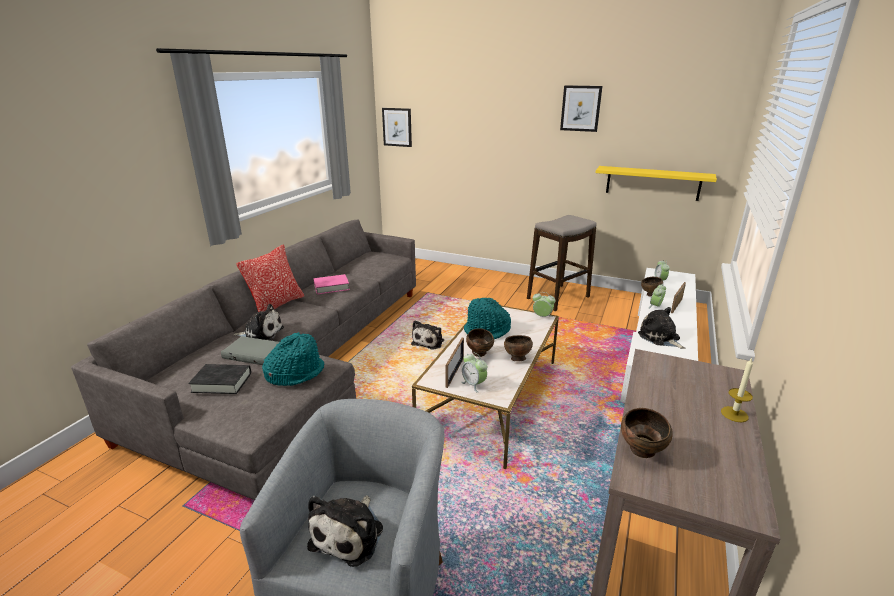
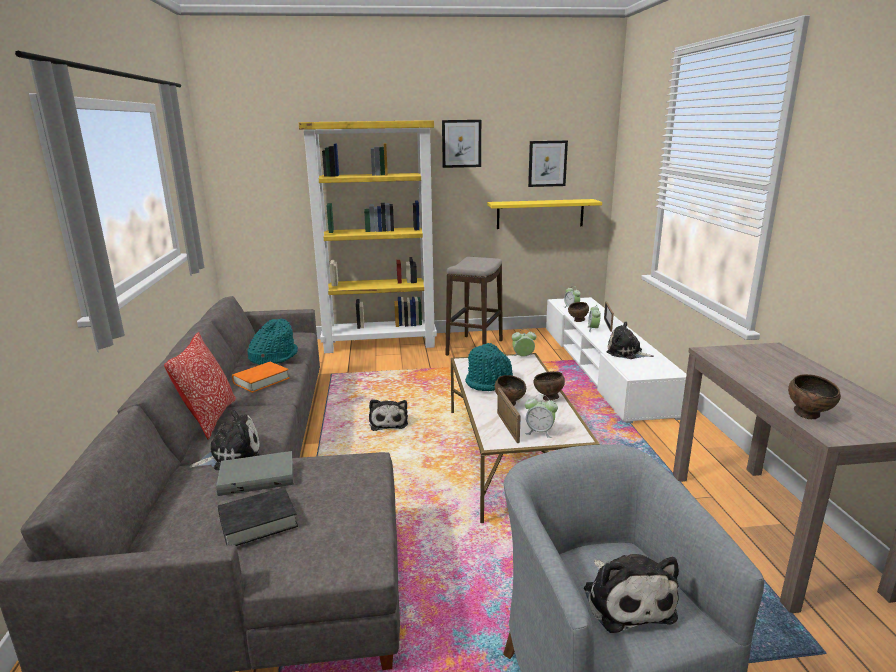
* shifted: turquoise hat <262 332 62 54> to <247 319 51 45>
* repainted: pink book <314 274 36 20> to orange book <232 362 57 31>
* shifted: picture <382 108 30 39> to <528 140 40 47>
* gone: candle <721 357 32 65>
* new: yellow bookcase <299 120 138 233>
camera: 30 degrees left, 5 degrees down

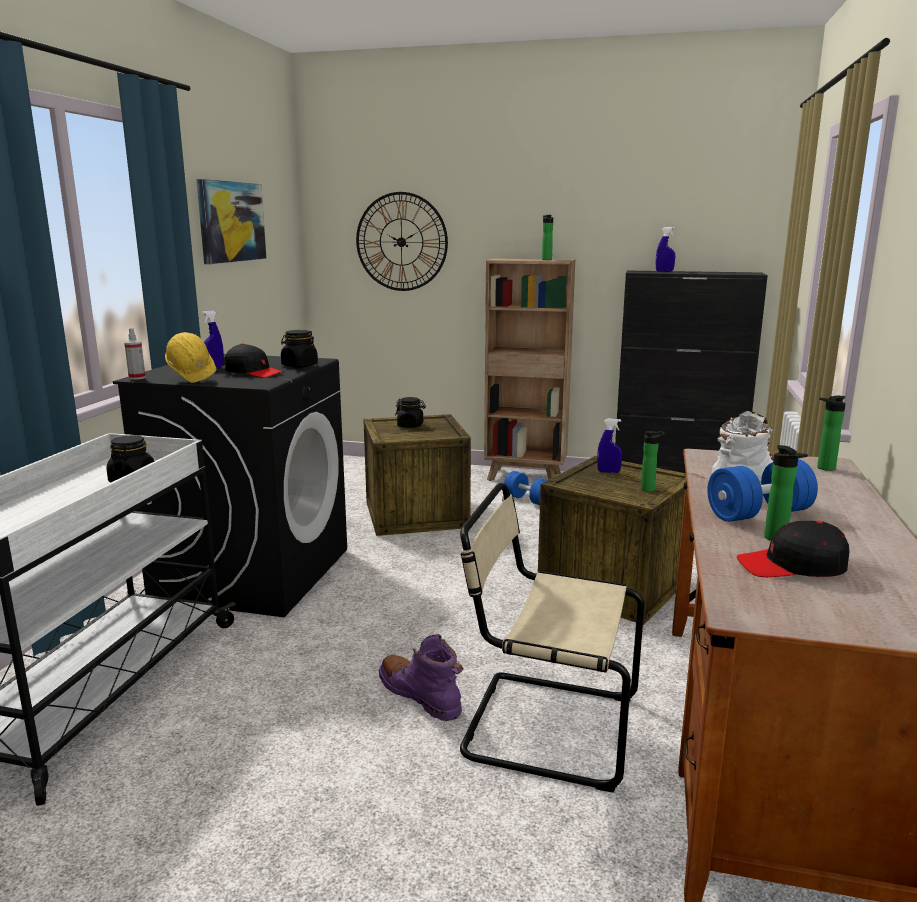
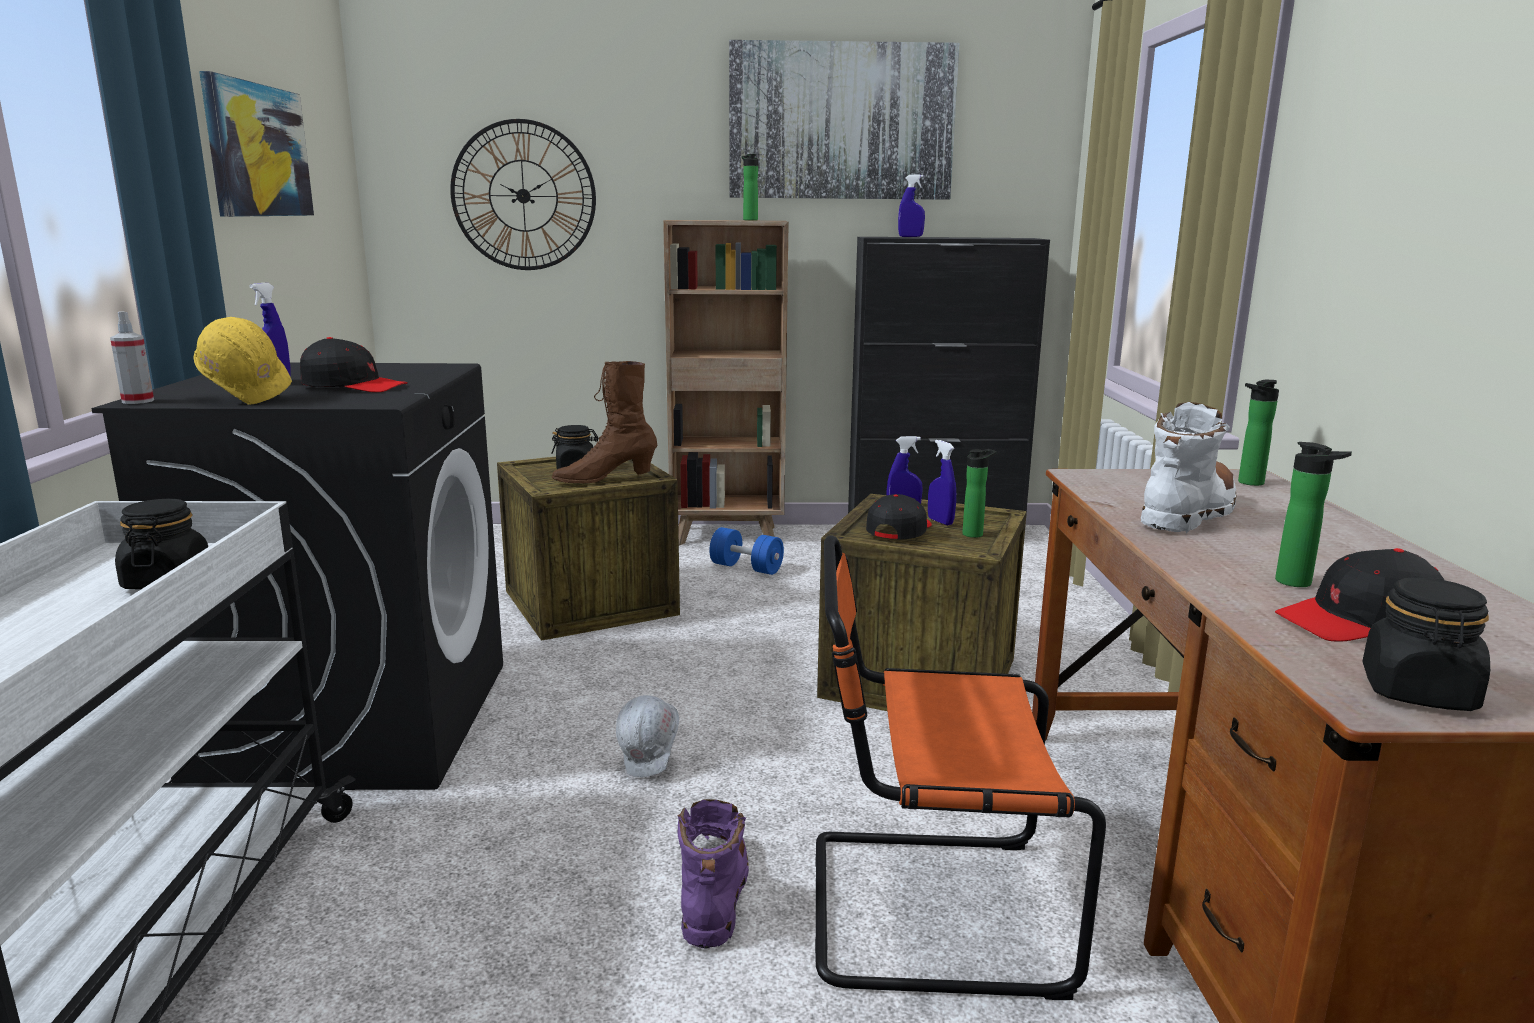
* shifted: black jar <281 330 37 38> to <1363 576 127 135>
* rotated: purple boot <379 634 84 87> = <677 799 72 149> 60 degrees clockwise
* repainted: beige chair <460 483 184 309> to orange chair <815 535 291 465>
* gone: blue dumbbell <707 459 111 63>
* new: brown boot <552 361 105 123>
* new: white hard hat <616 695 63 82>
* new: picture <729 40 230 160>
* new: black cap <866 494 66 45>
* new: blue spray bottle <928 440 28 85>
camera: 15 degrees left, 0 degrees up

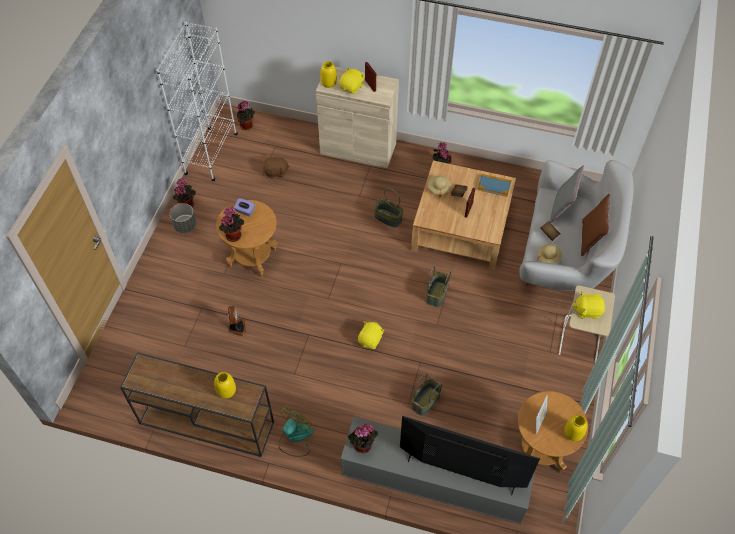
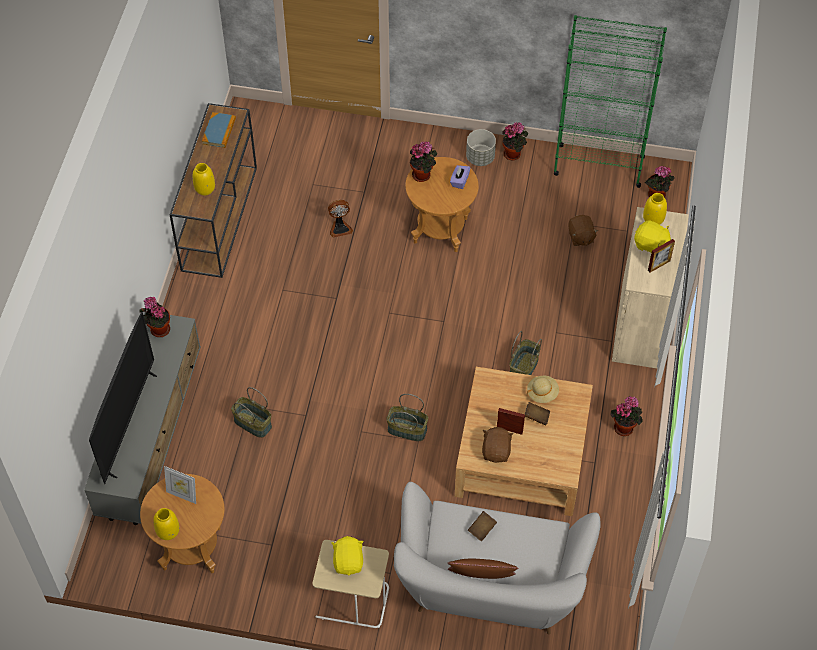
* repainted: white bookcase <156 22 82 159> to green bookcase <554 15 113 173>
* gone: fan <279 405 34 52>
* gone: yellow plush toy <358 321 26 28>
* shifted: book <477 174 35 23> to <202 112 34 36>
* gone: beige hat <537 244 25 20>
* gone: grey pillow <550 166 34 57>
* new: brown plush toy <482 427 32 36>
camera: 85 degrees right, 0 degrees up

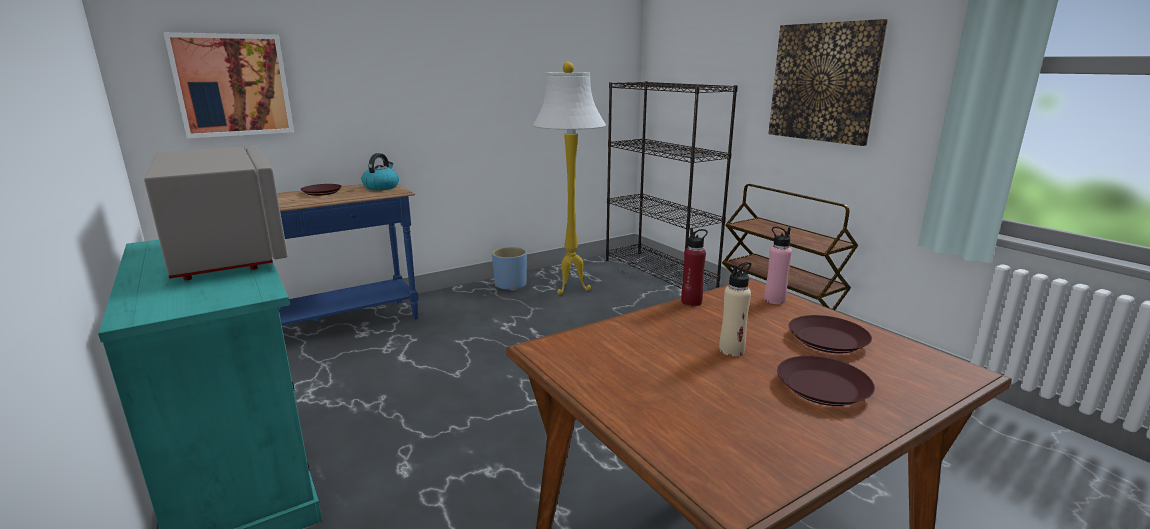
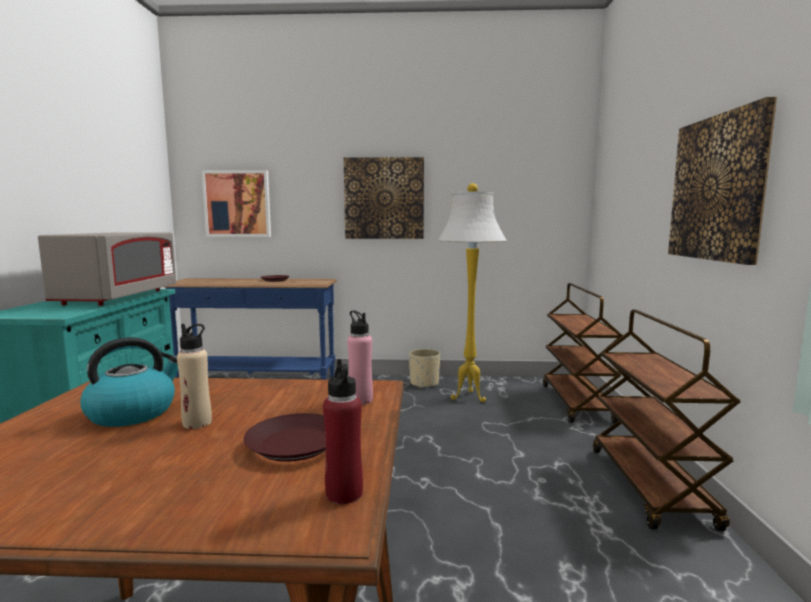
* shifted: kettle <361 153 38 37> to <81 337 97 90>
* repainted: blue planter <492 247 35 44> to beige planter <409 349 31 39>
* swapped: black bookcase <606 81 132 208> to brown cart <543 283 80 140>
* shifted: red bottle <681 228 27 78> to <323 359 40 145>
* gone: brown plate <777 356 98 50>
* new: picture <344 157 80 82>
camera: 35 degrees right, 10 degrees down

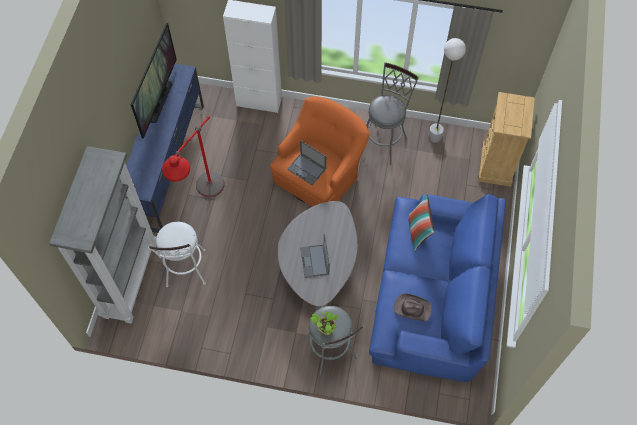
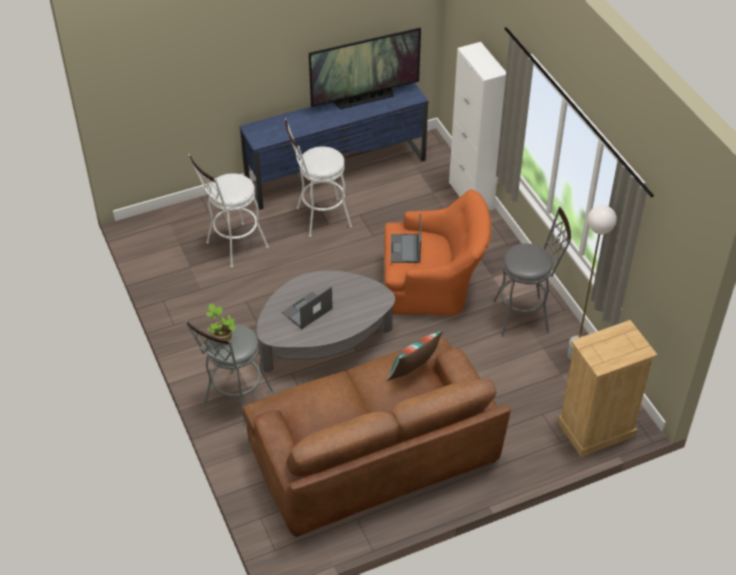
* gone: grey bookcase <49 146 107 177>
* swapped: red floor lamp <162 116 63 81> to white stool <285 119 67 118>
* repainted: blue sofa <369 194 137 188> to brown sofa <243 338 268 199>
* gone: brown hat <394 293 38 29>
camera: 55 degrees right, 15 degrees down

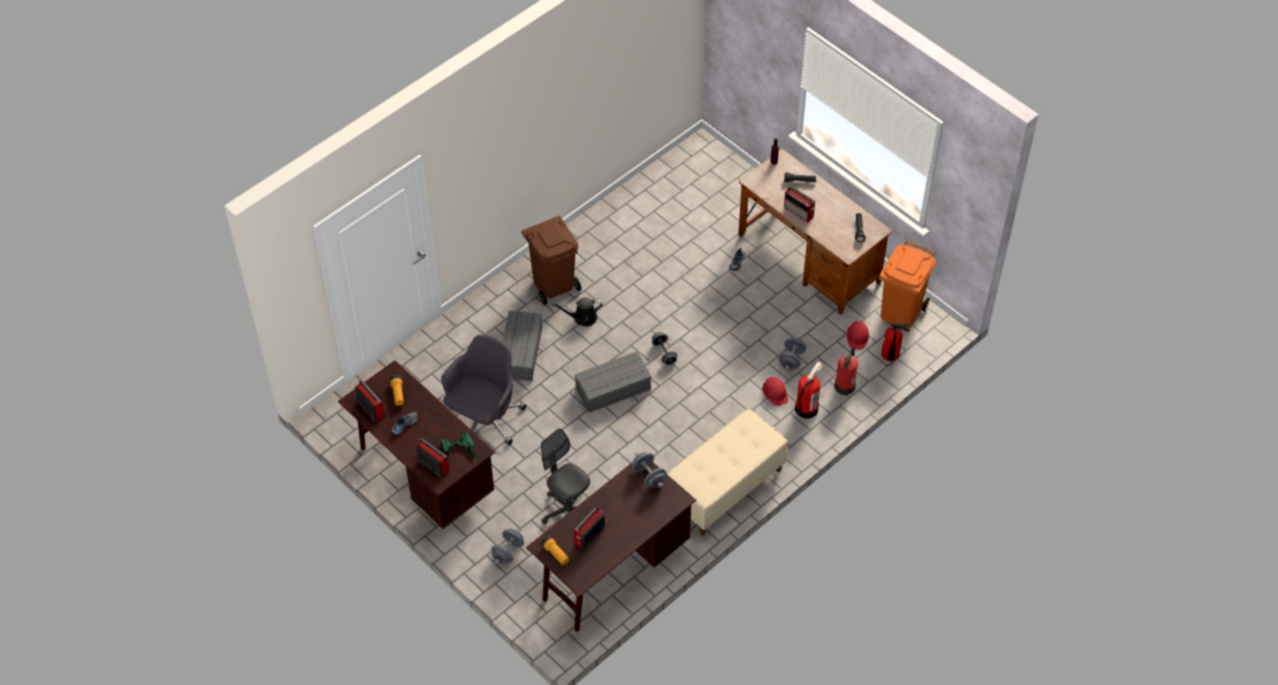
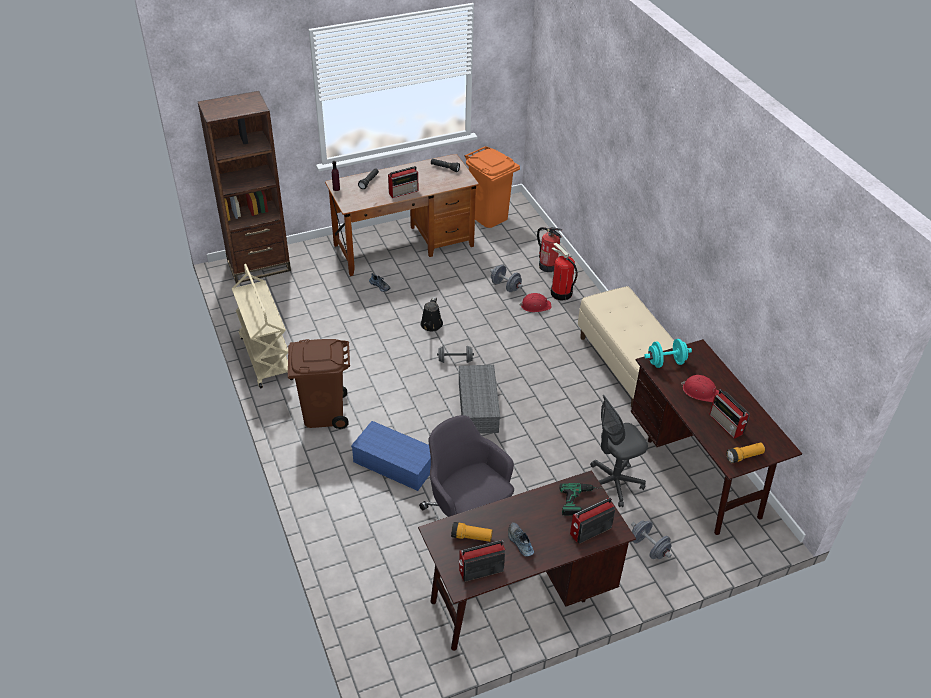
* repainted: grey storage box <502 311 41 70> to blue storage box <351 421 80 70>
* shifted: black watering can <552 298 51 28> to <421 297 22 34>
* repainted: grey dumbbell <632 452 34 36> to turquoise dumbbell <644 339 48 29>
* shifted: red hard hat <847 320 22 30> to <681 375 38 27>
* gone: fire extinguisher <881 322 30 39>
* new: brown bookcase <197 91 94 192>
* new: beige cart <232 264 61 124>
camera: 70 degrees left, 10 degrees down

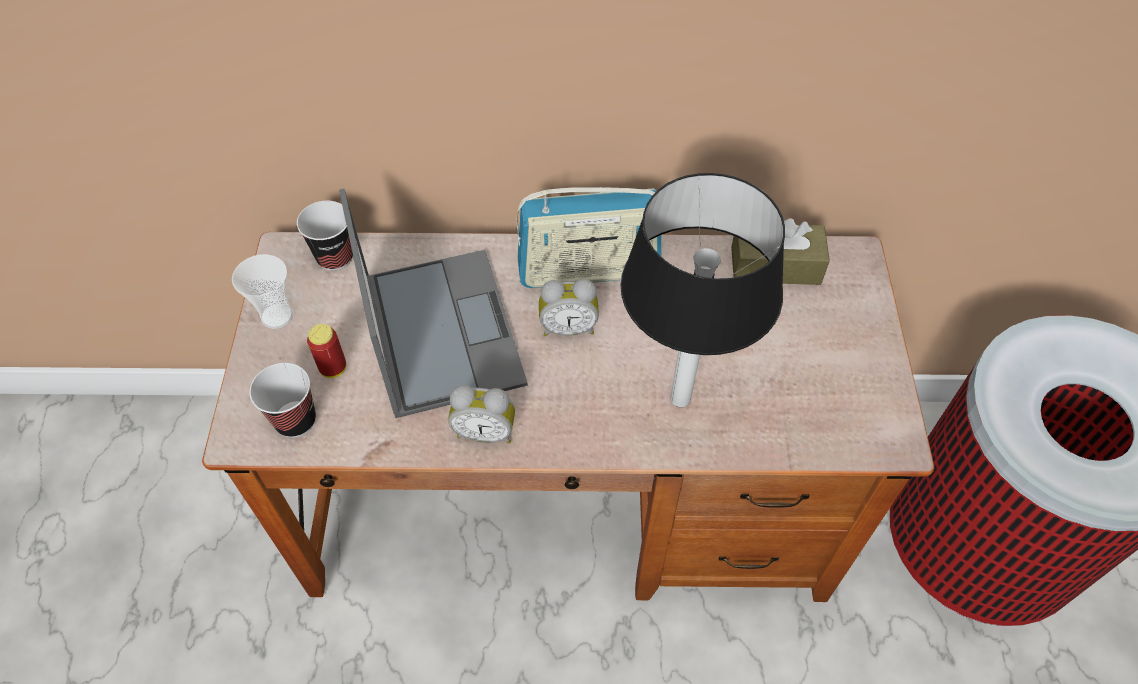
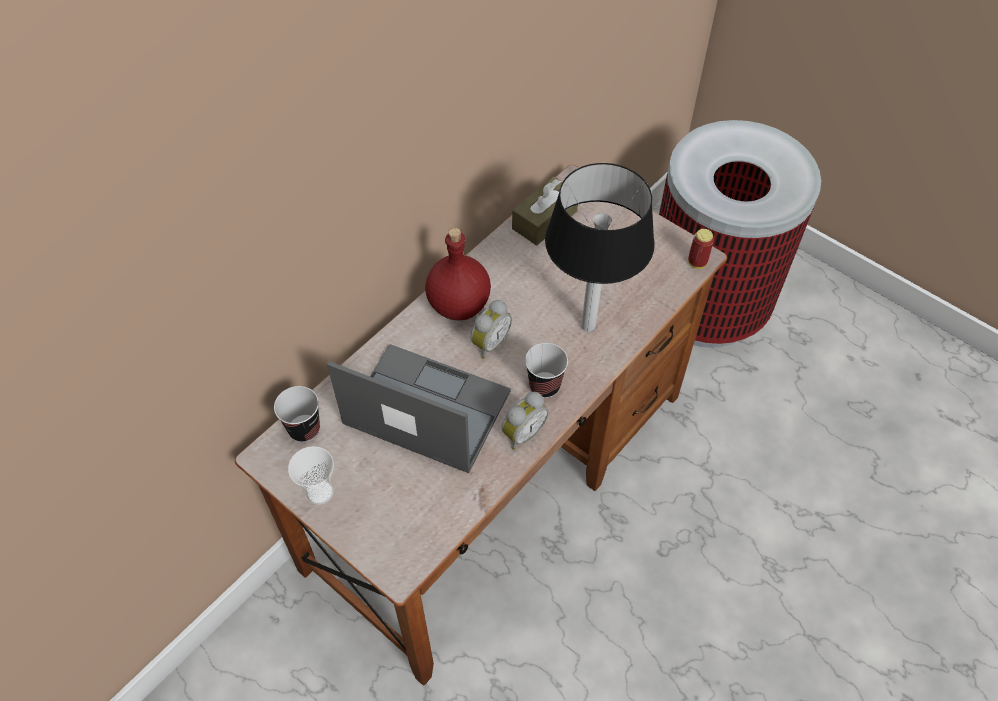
* shifted: cup <249 363 67 75> to <525 343 43 55>
* shifted: can <307 324 39 54> to <688 229 26 40>
* swapped: radio <516 187 145 101> to red bottle <425 228 66 93>
camera: 50 degrees left, 0 degrees up

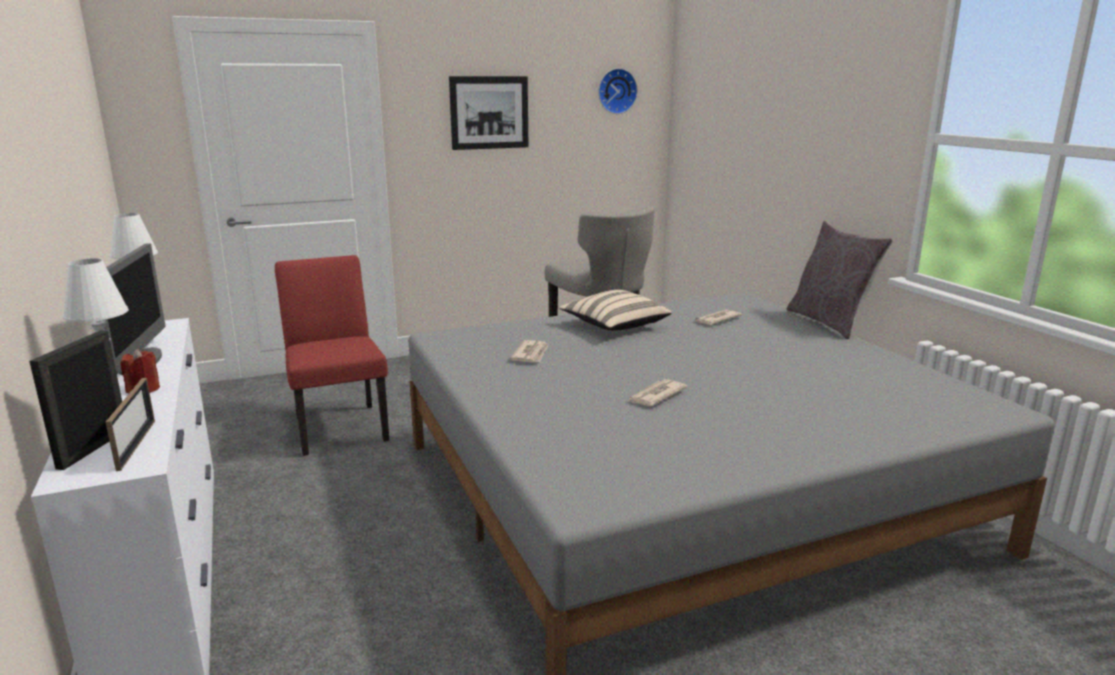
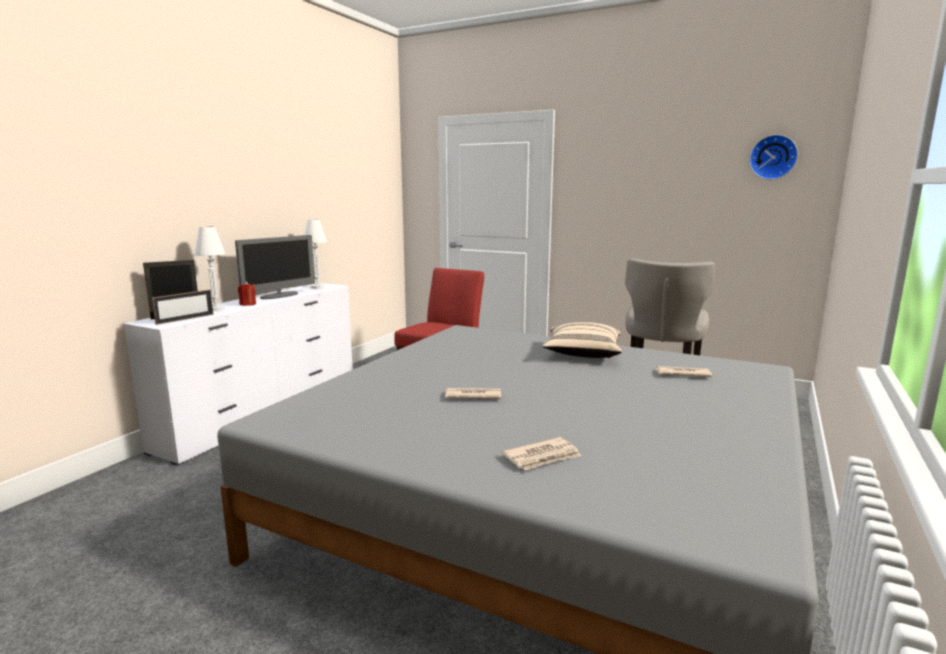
* gone: picture <449 76 79 74>
* shifted: newspaper <510 340 38 23> to <502 437 79 33>
* gone: grey pillow <787 221 106 118>
camera: 50 degrees right, 5 degrees down

